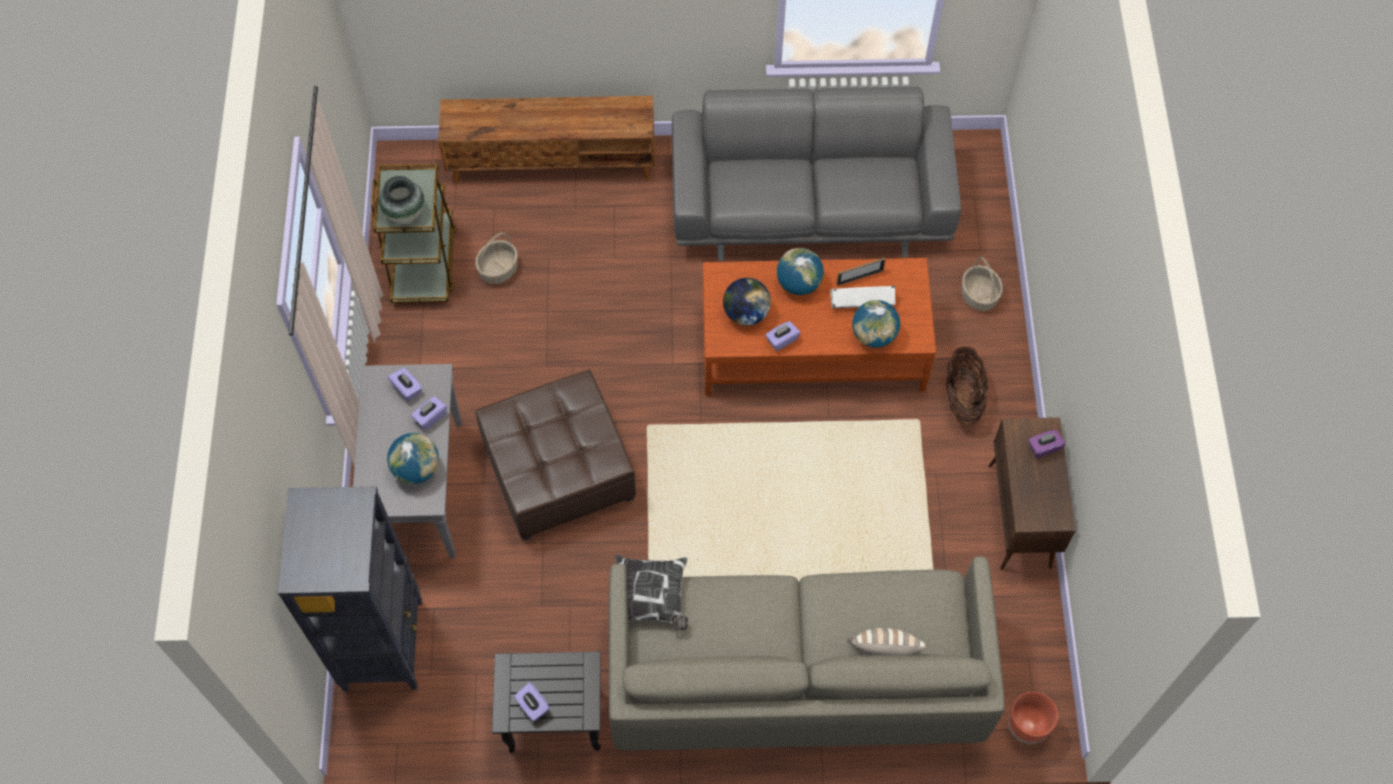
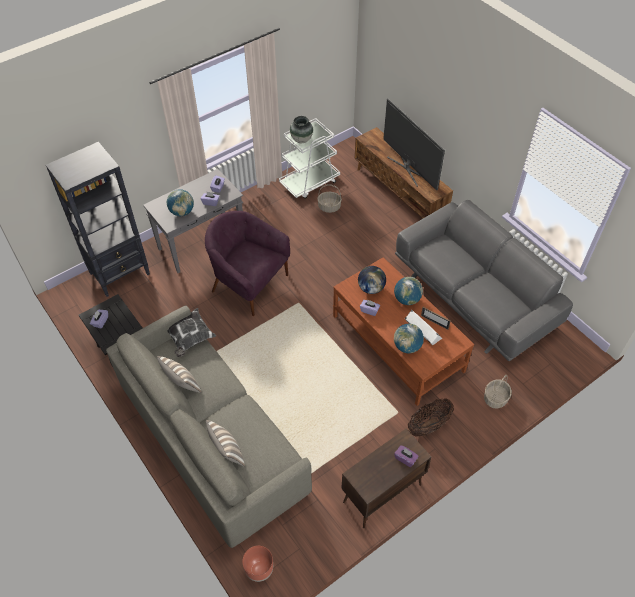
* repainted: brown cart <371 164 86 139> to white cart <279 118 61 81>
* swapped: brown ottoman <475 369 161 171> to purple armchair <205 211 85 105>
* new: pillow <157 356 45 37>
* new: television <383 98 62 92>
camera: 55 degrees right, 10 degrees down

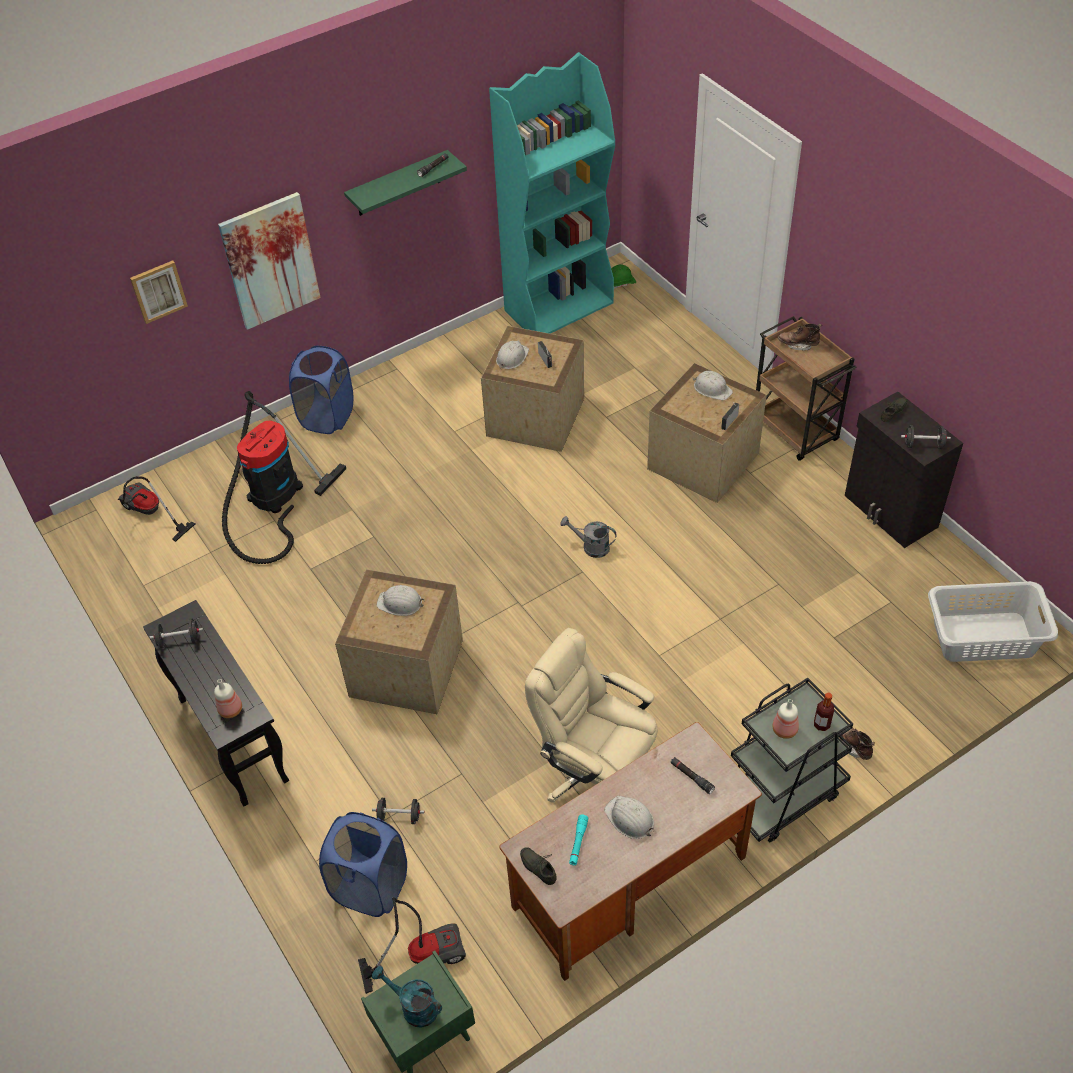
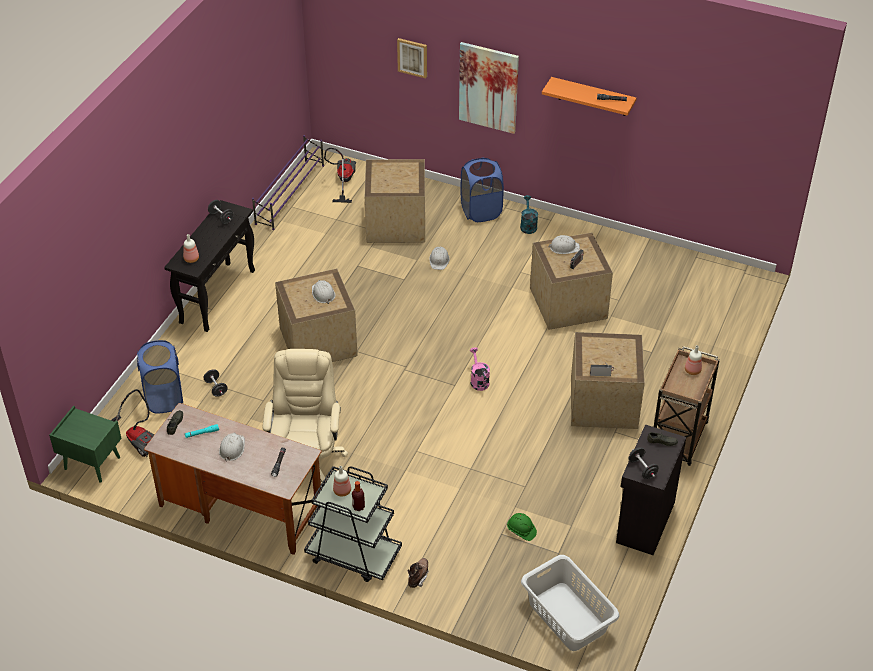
* swapped: vacuum cleaner <222 391 124 173> to crate <365 159 60 84>
* repainted: green shelf <344 150 123 66> to orange shelf <542 77 94 39>
* shifted: turquoise watering can <372 966 70 62> to <520 195 18 39>
* gone: turquoise bookcase <489 52 126 282>
* repainted: grey watering can <560 516 57 42> to pink watering can <470 347 20 44>
* shifted: green hard hat <611 265 25 24> to <507 513 30 28>
* shifted: white hard hat <693 371 40 29> to <429 246 21 24>
* swapped: brown boot <778 324 44 27> to bottle <685 345 17 30>
* new: purple shoe rack <252 135 72 95>
camera: 55 degrees right, 5 degrees down

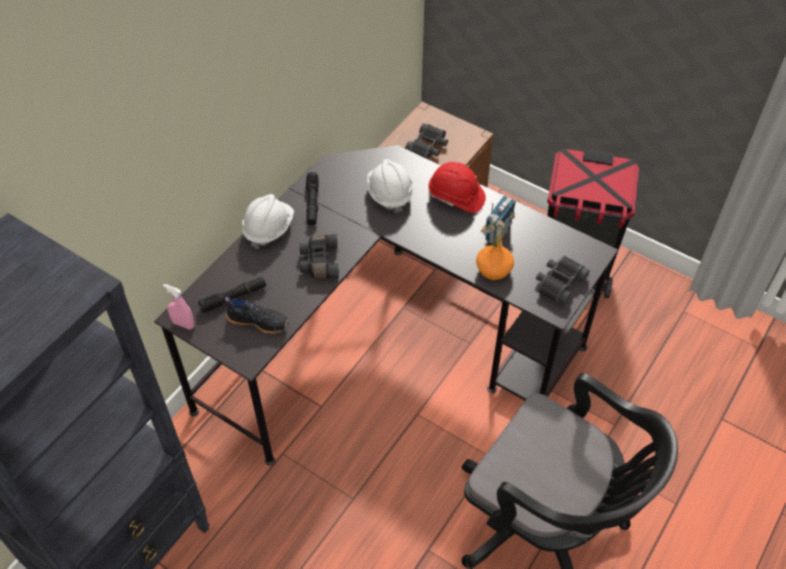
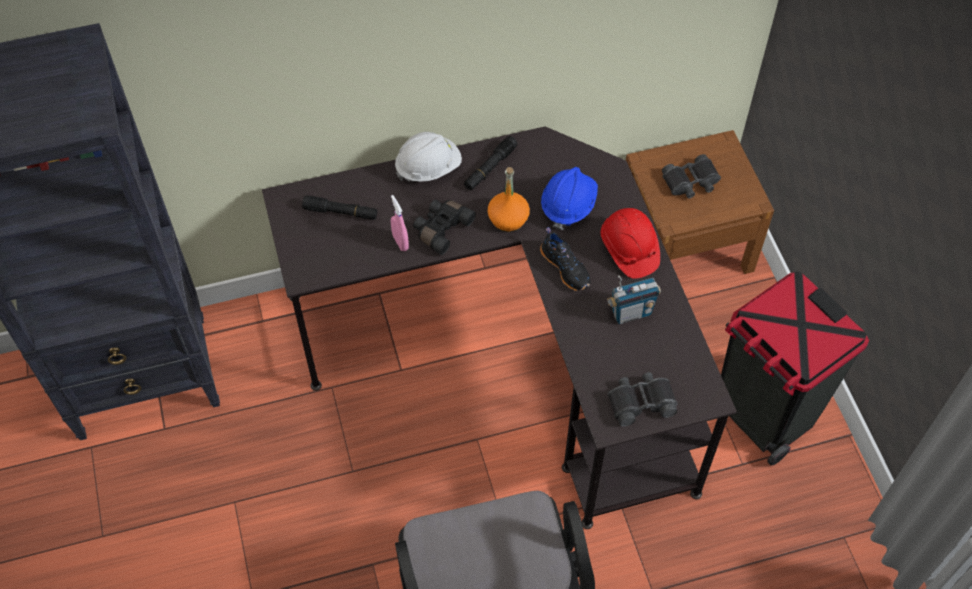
* shifted: pink spray bottle <163 284 32 46> to <391 195 18 56>
* shifted: black shoe <225 297 63 36> to <540 227 51 64>
* repainted: white hard hat <367 159 46 54> to blue hard hat <541 167 57 63>
* shifted: orange bottle <476 220 38 61> to <488 167 42 65>
camera: 40 degrees right, 5 degrees up

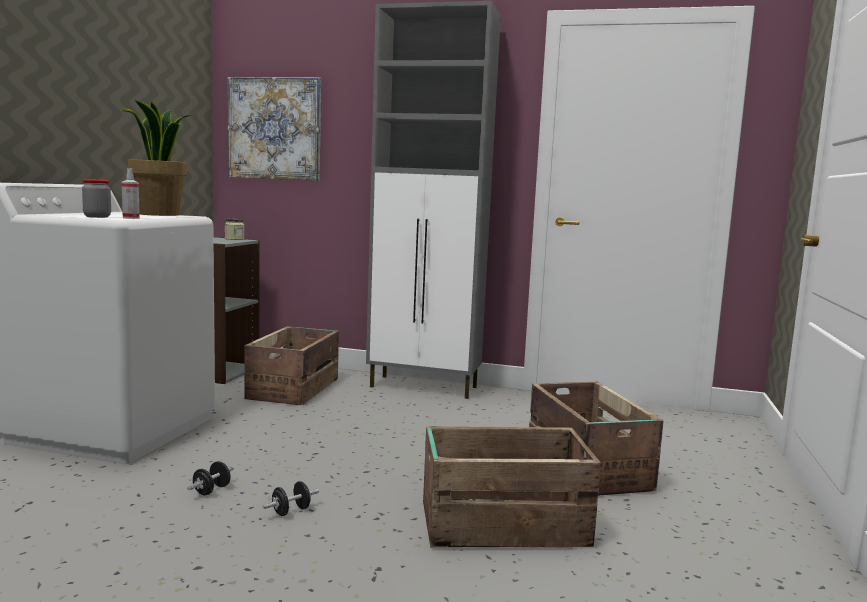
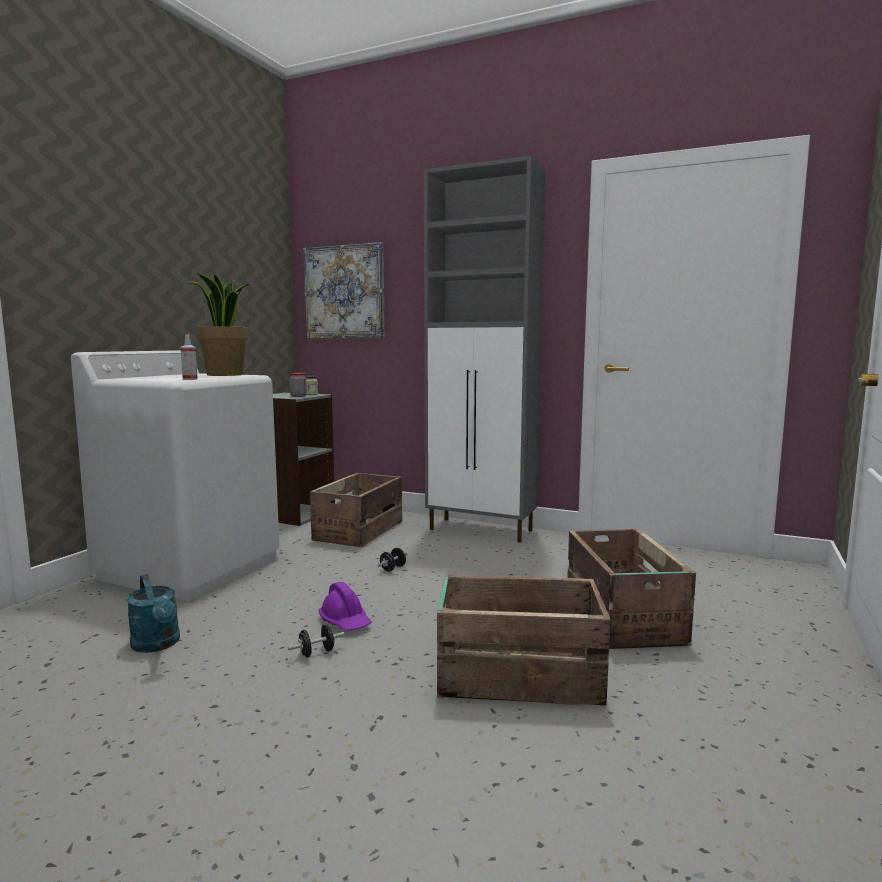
* shifted: jar <82 179 29 39> to <290 373 17 24>
* shifted: black dumbbell <187 461 47 34> to <377 548 30 23>
* new: turquoise watering can <126 574 54 79>
* new: purple hard hat <319 582 53 48>
camera: 10 degrees right, 0 degrees up

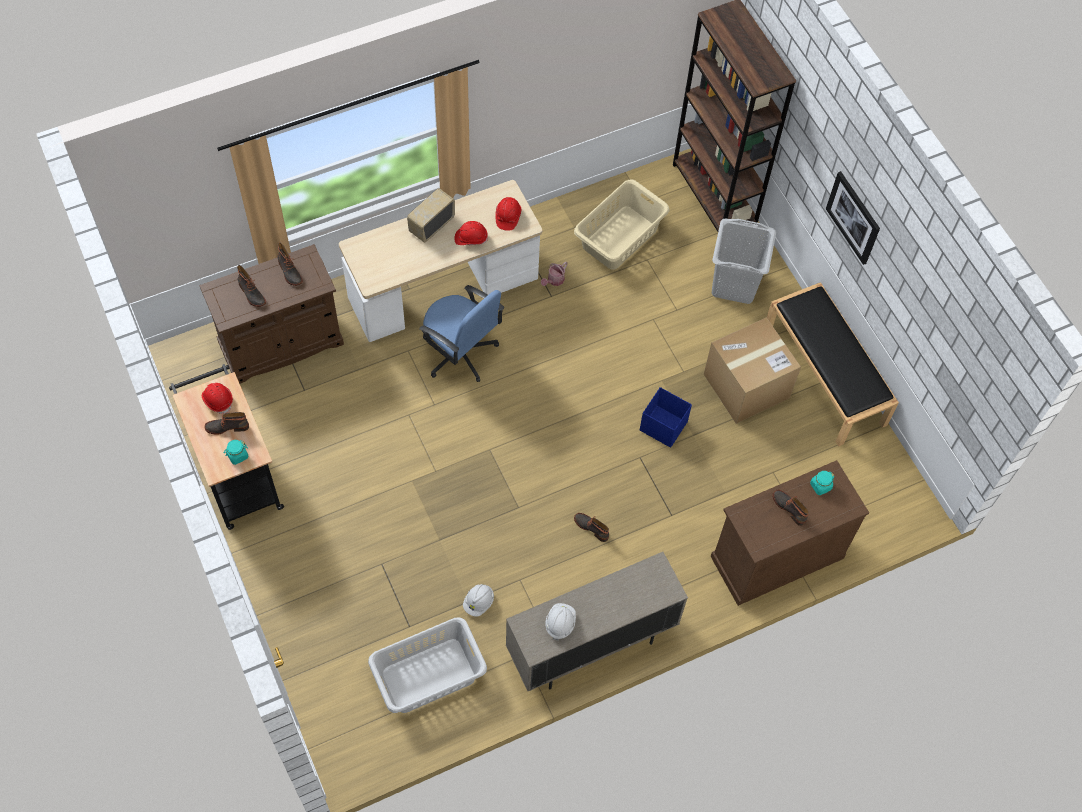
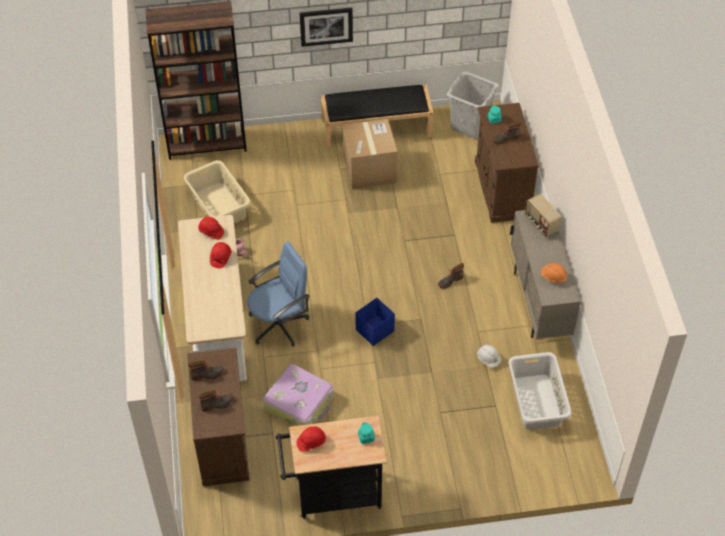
* gone: boot <204 412 45 23>
* shifted: radio <407 188 48 55> to <525 194 37 43>
* repainted: white hard hat <545 603 31 38> to orange hard hat <541 263 26 20>
* shifted: blue storage box <640 387 52 61> to <355 298 40 48>
* shifted: grey laundry basket <712 218 64 86> to <447 71 52 68>
* new: suitcase <263 364 70 62>
camera: 70 degrees left, 10 degrees down

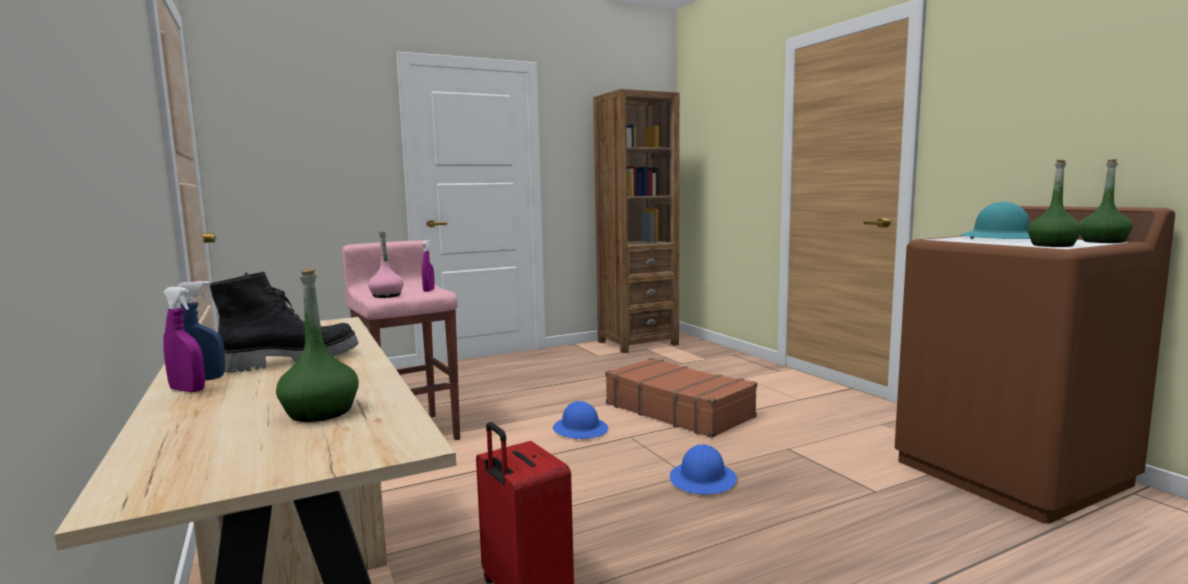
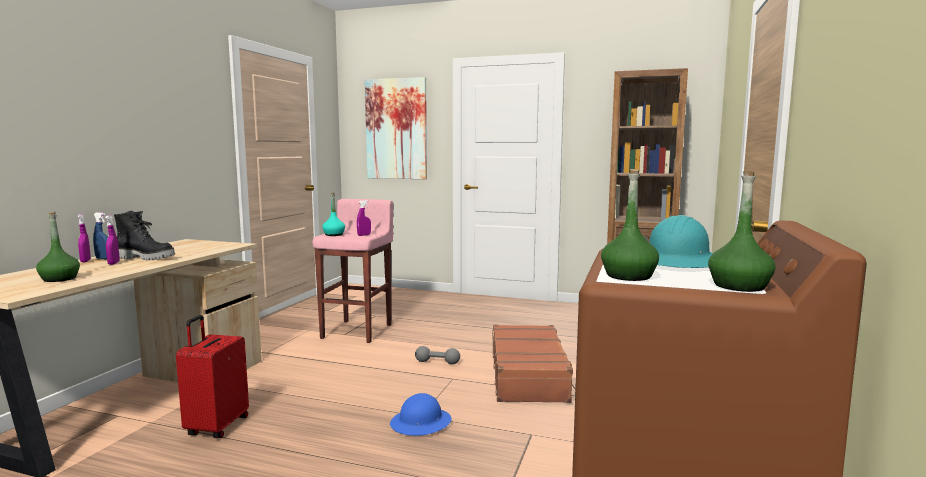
* repainted: pink bottle <368 231 36 67> to turquoise bottle <322 192 23 44>
* swapped: blue hard hat <553 401 55 38> to grey dumbbell <415 346 45 18>
* new: purple spray bottle <105 215 15 50>
* new: picture <365 77 62 102>
camera: 45 degrees right, 0 degrees up

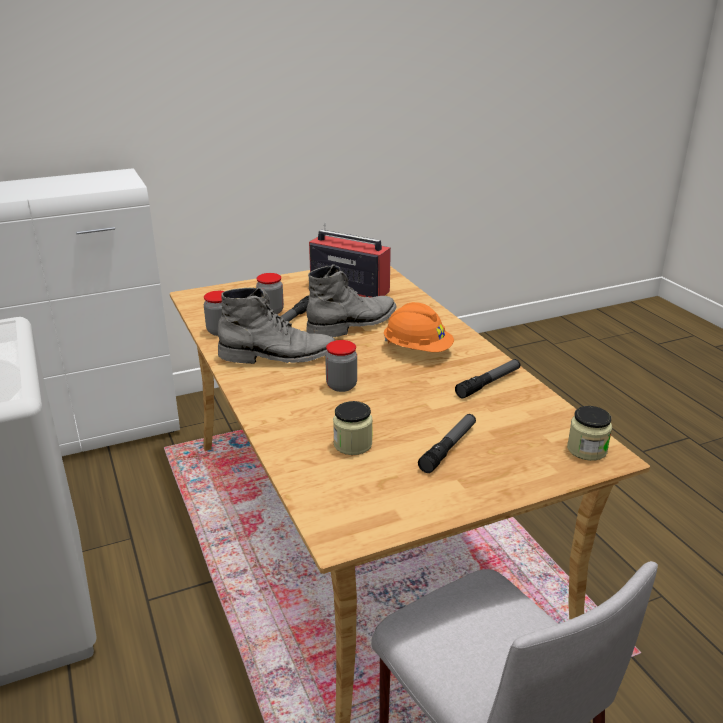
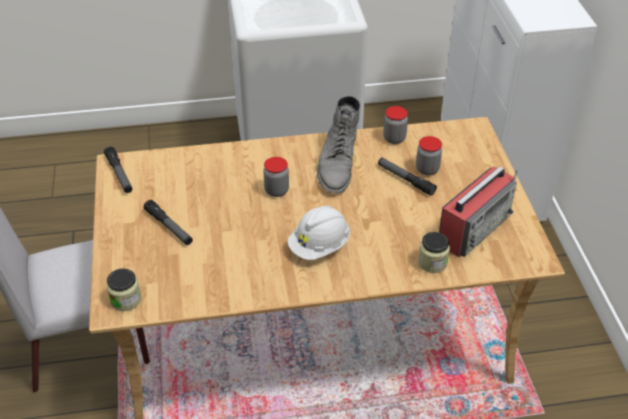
* gone: grey boot <306 264 91 73>
* shifted: jar <333 401 40 54> to <418 232 32 41>
* repainted: orange hard hat <384 302 70 50> to white hard hat <288 206 62 54>
* shifted: flashlight <455 359 65 40> to <104 146 28 47>
camera: 105 degrees right, 15 degrees up

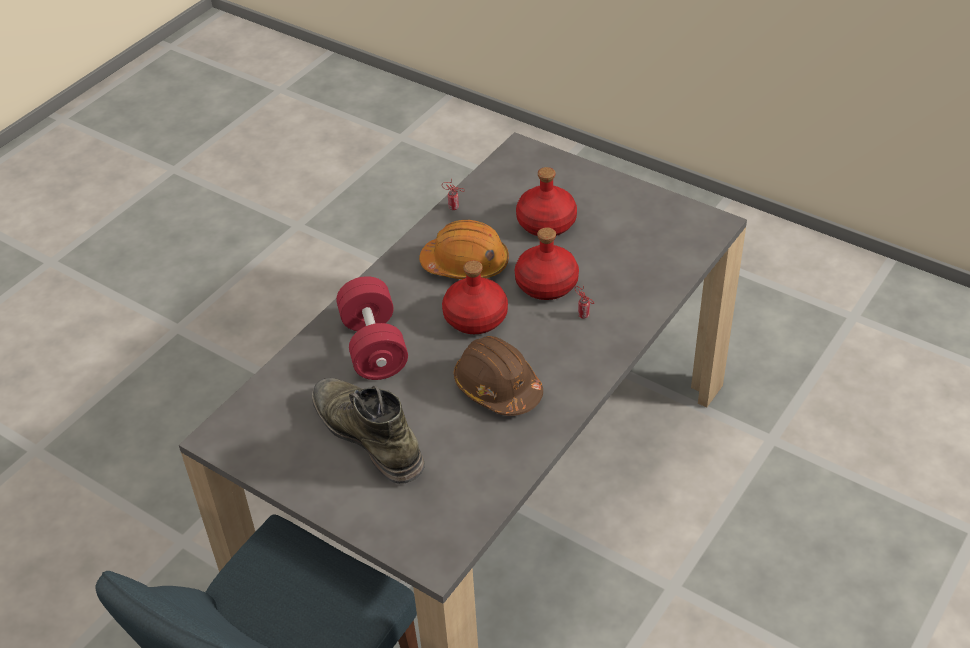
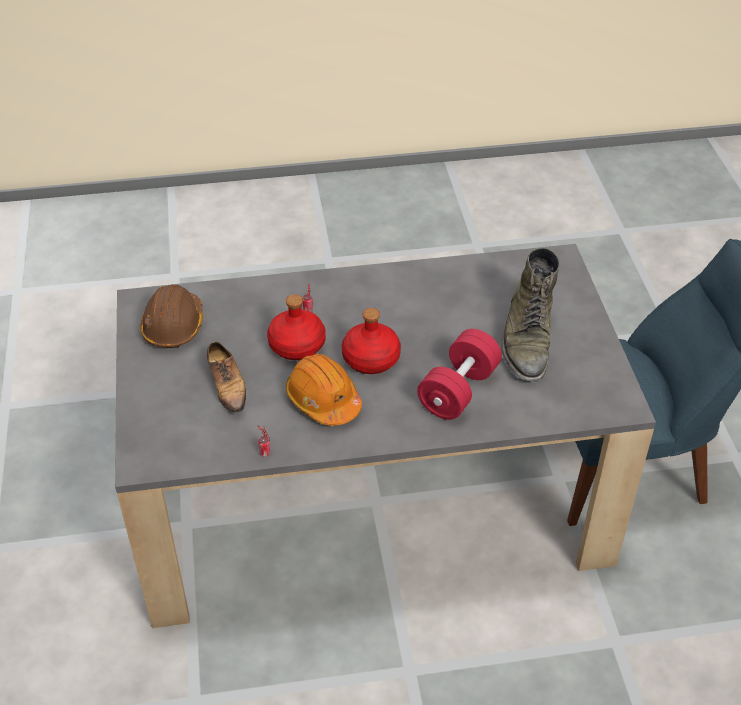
* shifted: brown hard hat <454 336 89 80> to <140 285 63 63>
* swapped: red bottle <516 167 61 69> to shoe <207 341 39 72>
camera: 135 degrees left, 0 degrees up

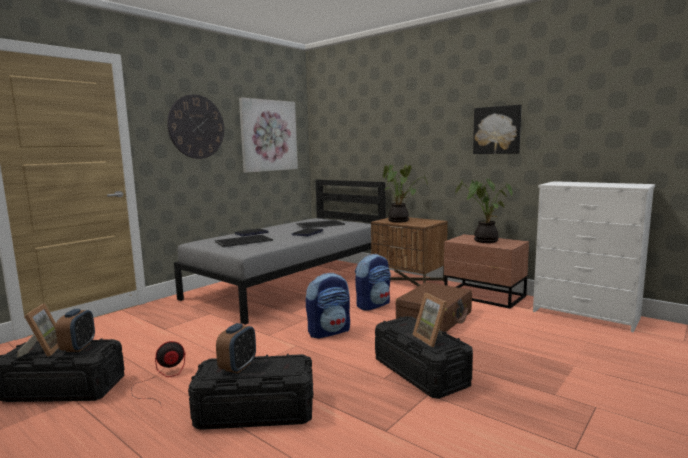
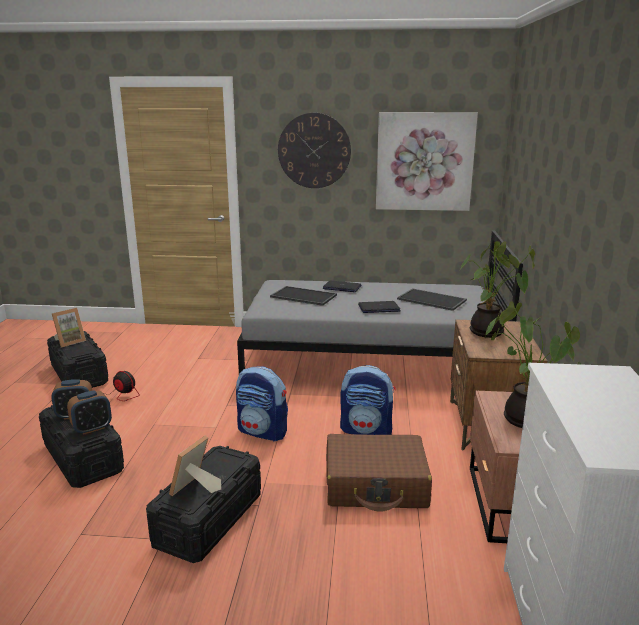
* shifted: alarm clock <56 309 39 43> to <67 390 45 45>
* gone: picture <473 105 49 49>
camera: 55 degrees right, 10 degrees up

